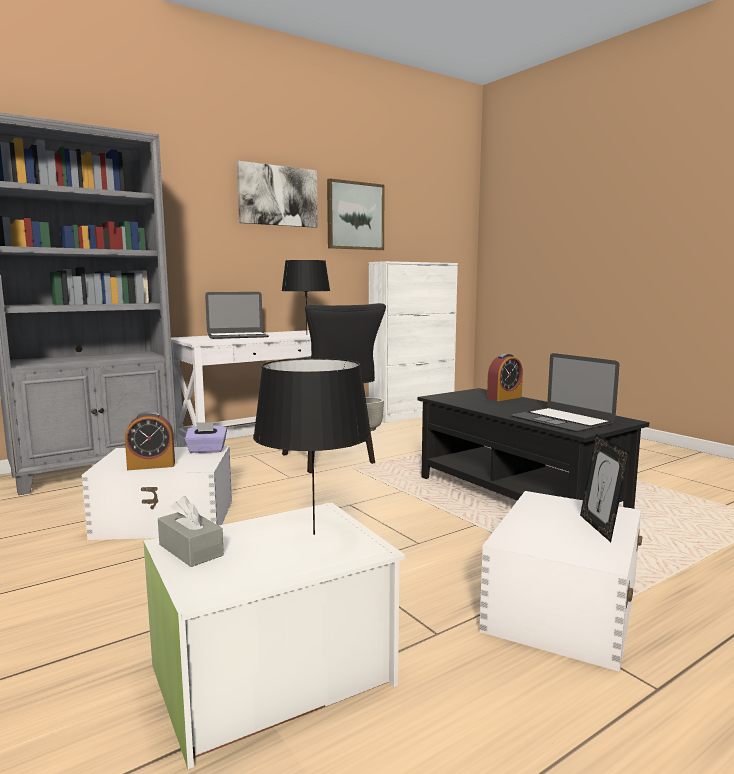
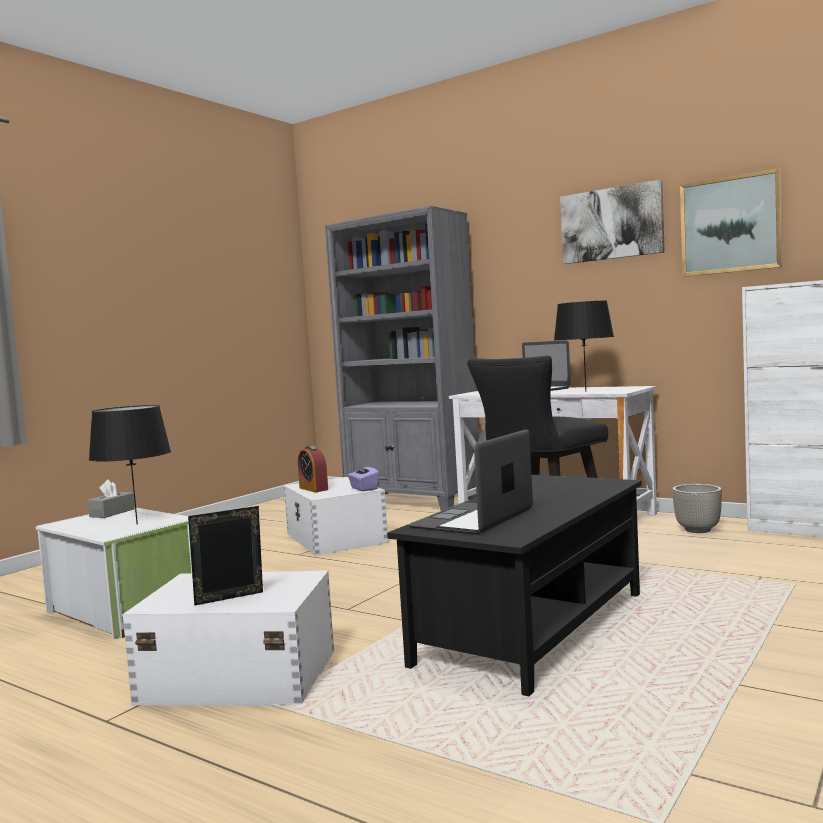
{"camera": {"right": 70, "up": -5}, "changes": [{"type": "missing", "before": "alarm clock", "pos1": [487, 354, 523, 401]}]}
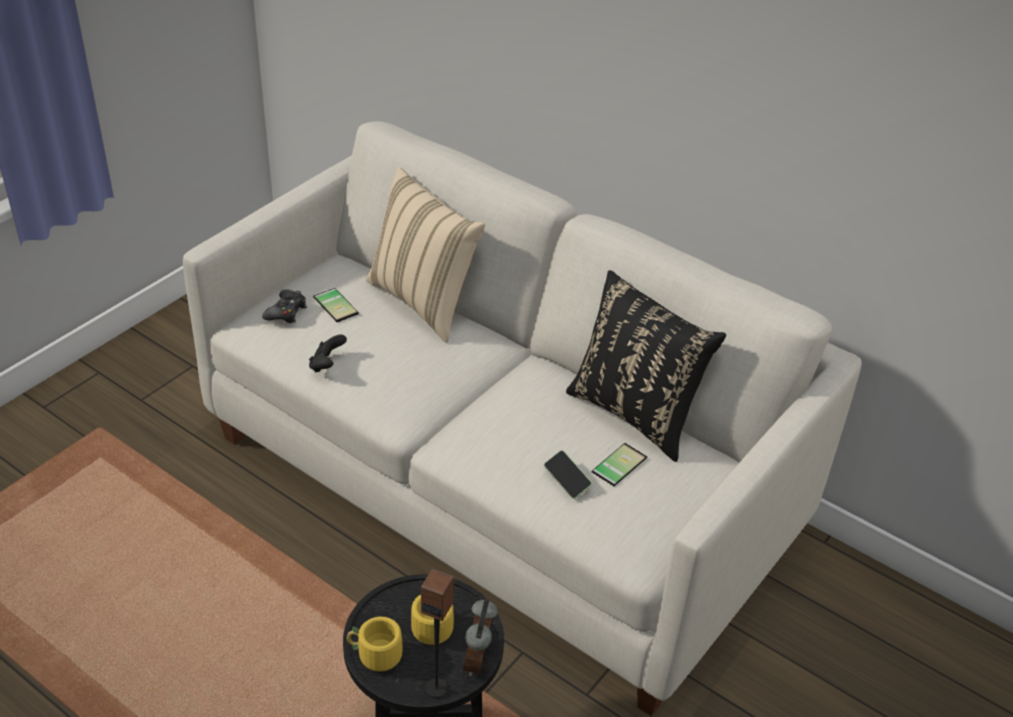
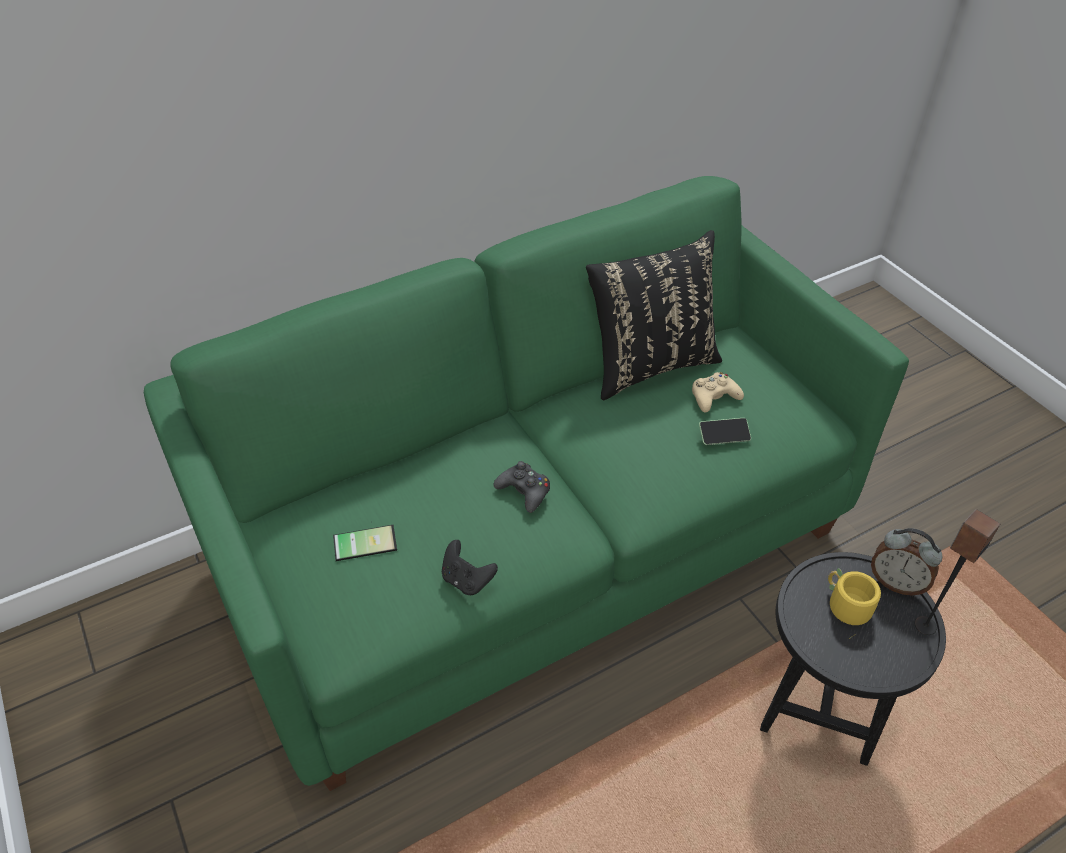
{"camera": {"right": -65, "up": 5}, "changes": [{"type": "colour", "before": "settee (white-coloured)", "after": "settee (greenish)", "pos1": [183, 121, 862, 716], "pos2": [144, 176, 909, 791]}, {"type": "missing", "before": "pillow (beige-coloured)", "pos1": [366, 167, 485, 343]}, {"type": "relocated", "before": "game controller (black)", "pos1": [262, 289, 307, 323], "pos2": [493, 461, 550, 513]}, {"type": "exchanged", "before": "telephone", "after": "game controller (beige-coloured)", "pos1": [592, 443, 647, 486], "pos2": [692, 372, 744, 413]}, {"type": "missing", "before": "mug (yellowish)", "pos1": [347, 617, 402, 683]}]}
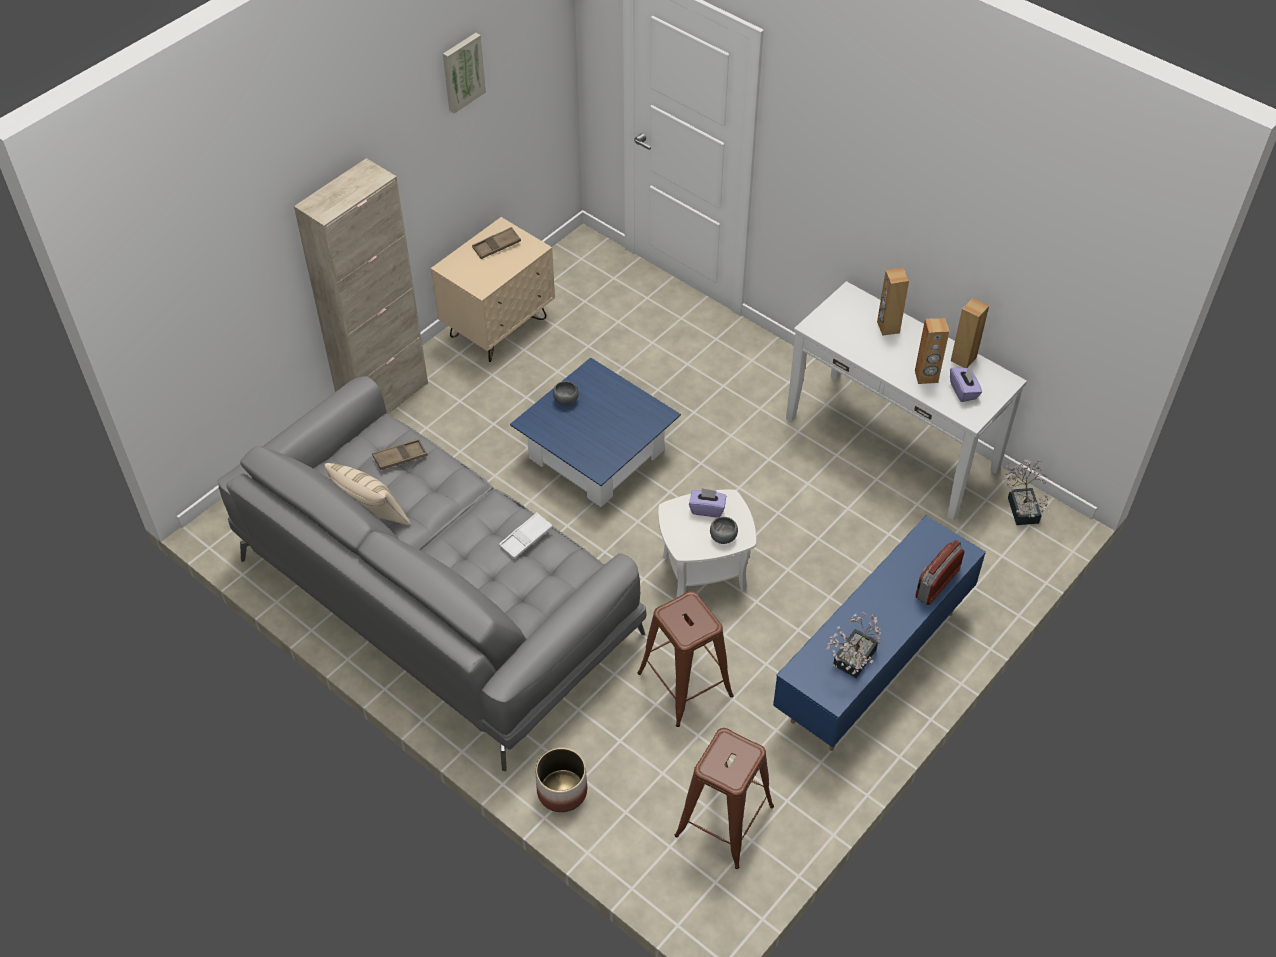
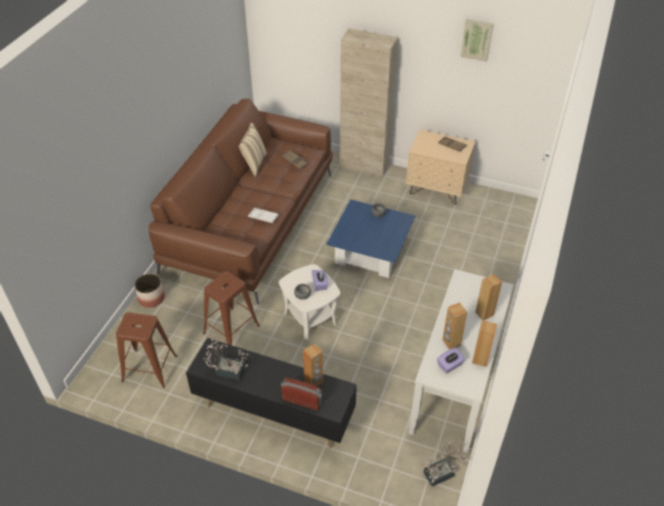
{"camera": {"right": 70, "up": -5}, "changes": [{"type": "colour", "before": "settee (gray)", "after": "settee (brown-coloured)", "pos1": [218, 376, 647, 771], "pos2": [148, 99, 333, 304]}, {"type": "colour", "before": "media console (blue-coloured)", "after": "media console (black)", "pos1": [773, 516, 986, 751], "pos2": [186, 338, 357, 448]}, {"type": "appeared", "after": "audio speaker (brown-coloured)", "pos2": [303, 343, 323, 387]}]}
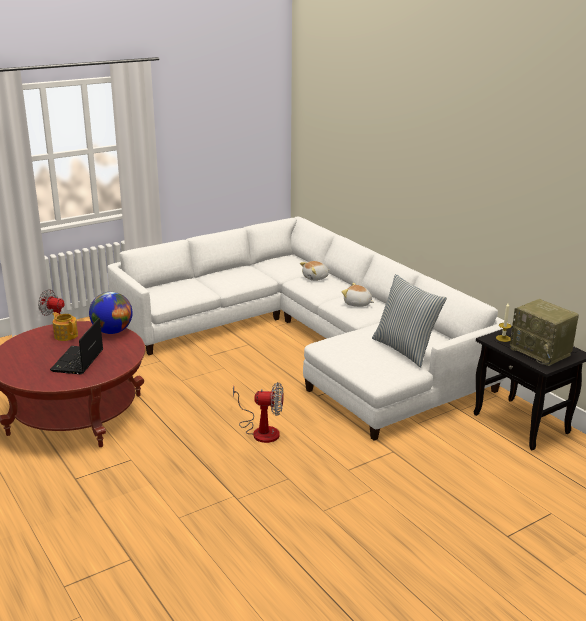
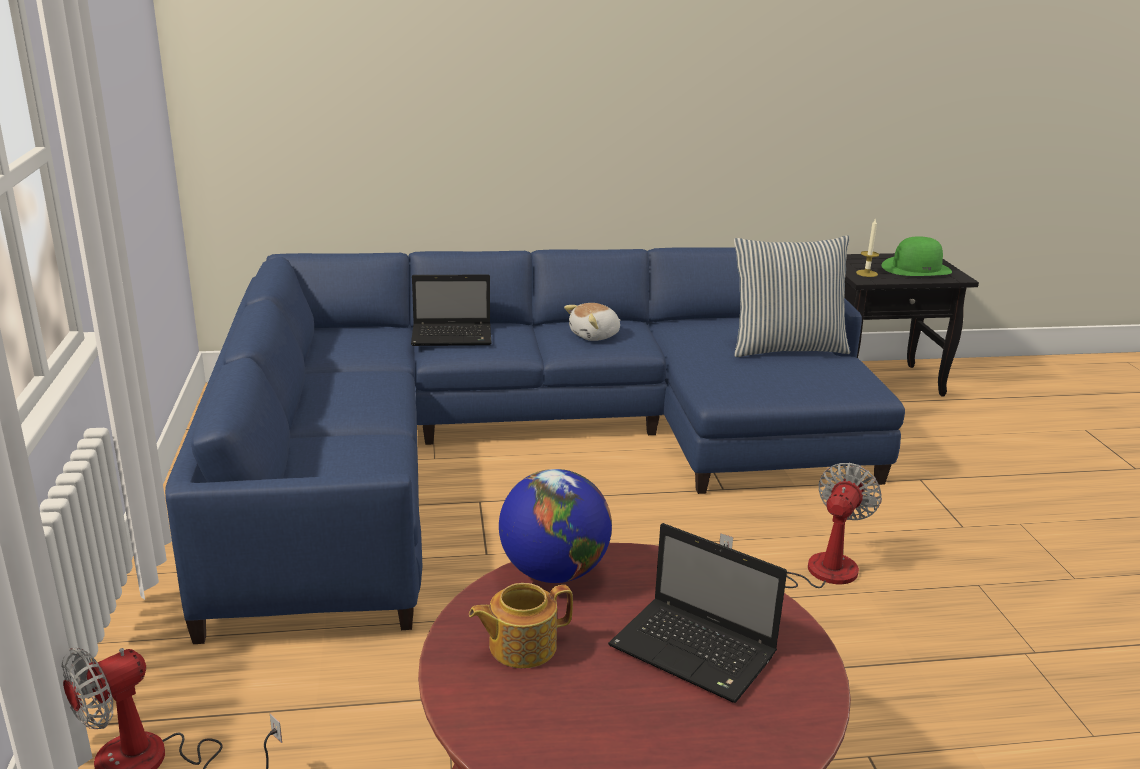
{"camera": {"right": -65, "up": 0}, "changes": [{"type": "colour", "before": "settee (white-coloured)", "after": "settee (blue-coloured)", "pos1": [107, 217, 511, 440], "pos2": [165, 247, 905, 644]}, {"type": "exchanged", "before": "soft toy", "after": "portable computer", "pos1": [300, 261, 329, 281], "pos2": [411, 275, 492, 346]}, {"type": "exchanged", "before": "radio set", "after": "wearable hat (greenish)", "pos1": [510, 299, 579, 366], "pos2": [882, 236, 952, 276]}]}
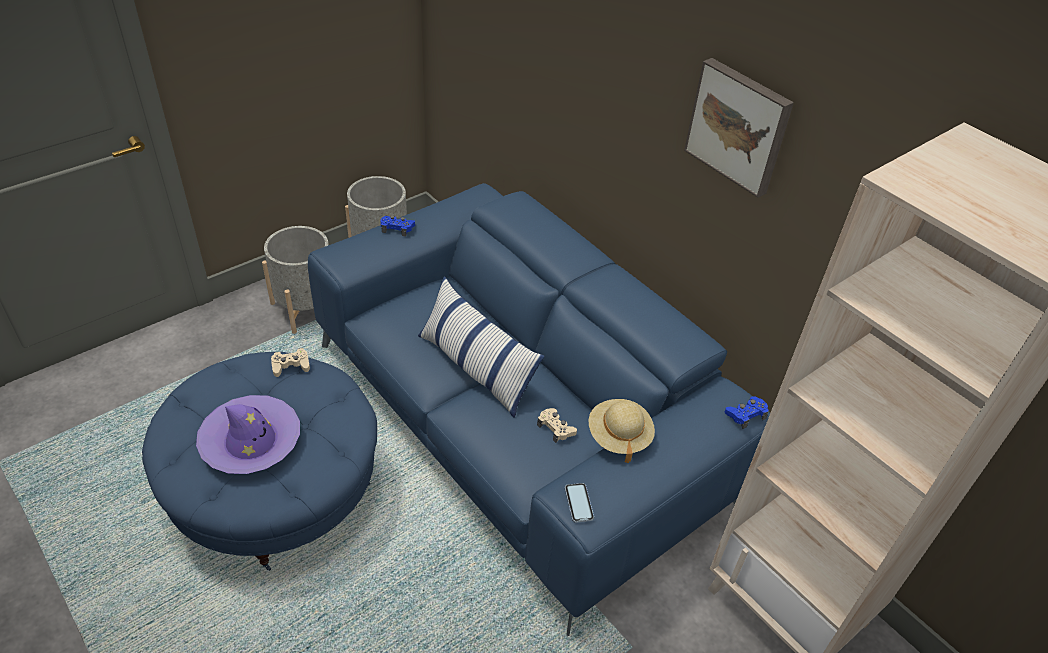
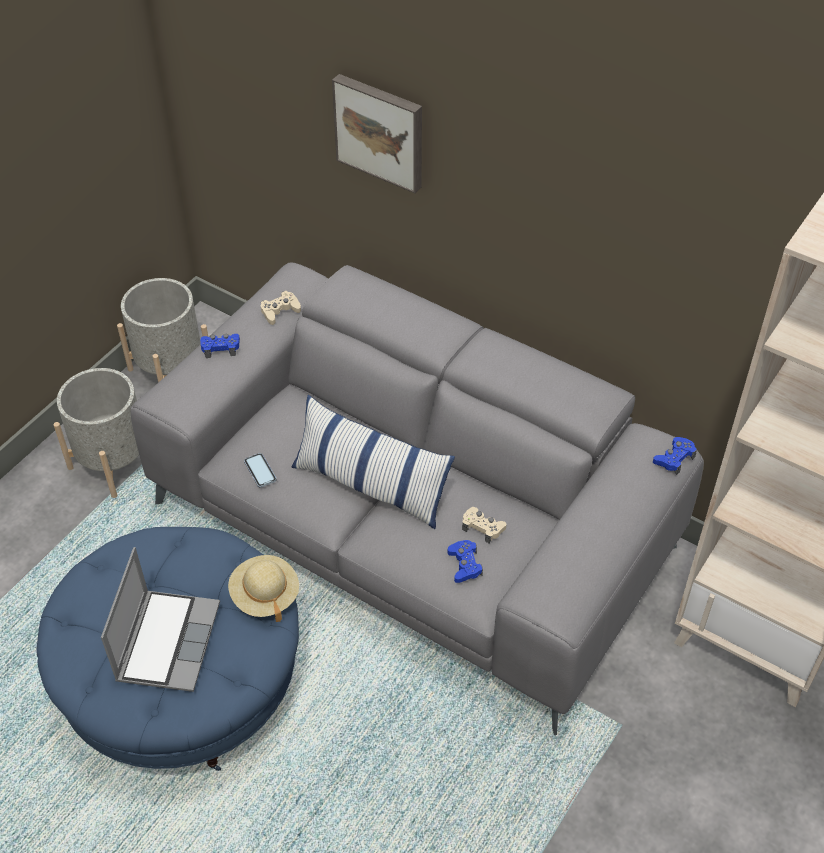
{"camera": {"right": -15, "up": 5}, "changes": [{"type": "relocated", "before": "picture", "pos1": [684, 58, 794, 198], "pos2": [332, 74, 422, 193]}, {"type": "colour", "before": "settee (blue-coloured)", "after": "settee (gray)", "pos1": [308, 183, 770, 636], "pos2": [131, 262, 704, 735]}, {"type": "relocated", "before": "game controller (beige-coloured)", "pos1": [271, 348, 310, 377], "pos2": [261, 291, 301, 325]}, {"type": "exchanged", "before": "wearable hat (purple-coloured)", "after": "portable computer", "pos1": [196, 395, 300, 474], "pos2": [101, 547, 220, 692]}, {"type": "relocated", "before": "wearable hat (beige-coloured)", "pos1": [589, 399, 655, 463], "pos2": [228, 555, 299, 622]}, {"type": "relocated", "before": "telephone", "pos1": [565, 483, 594, 523], "pos2": [244, 453, 277, 487]}, {"type": "appeared", "after": "game controller (blue-coloured)", "pos2": [447, 540, 483, 583]}]}
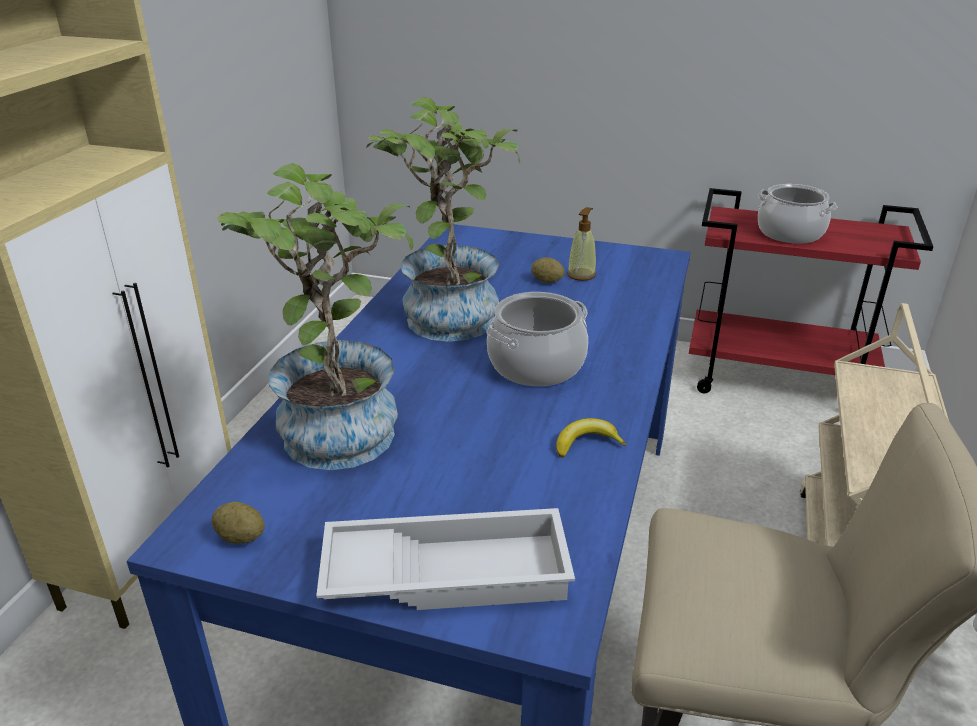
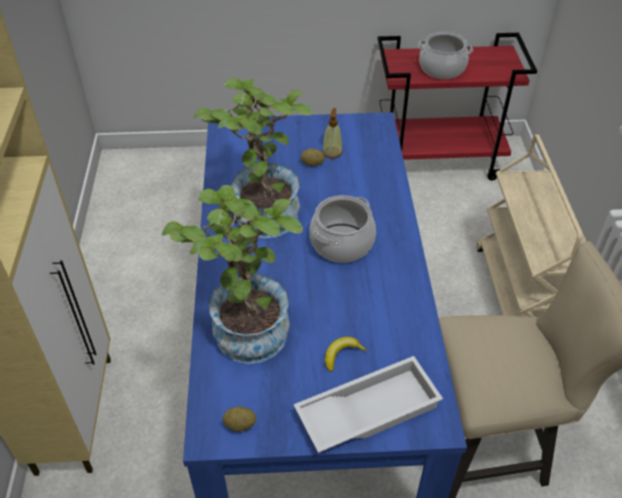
{"camera": {"right": -20, "up": 15}, "changes": [{"type": "relocated", "before": "banana fruit", "pos1": [556, 418, 627, 458], "pos2": [325, 337, 367, 372]}]}
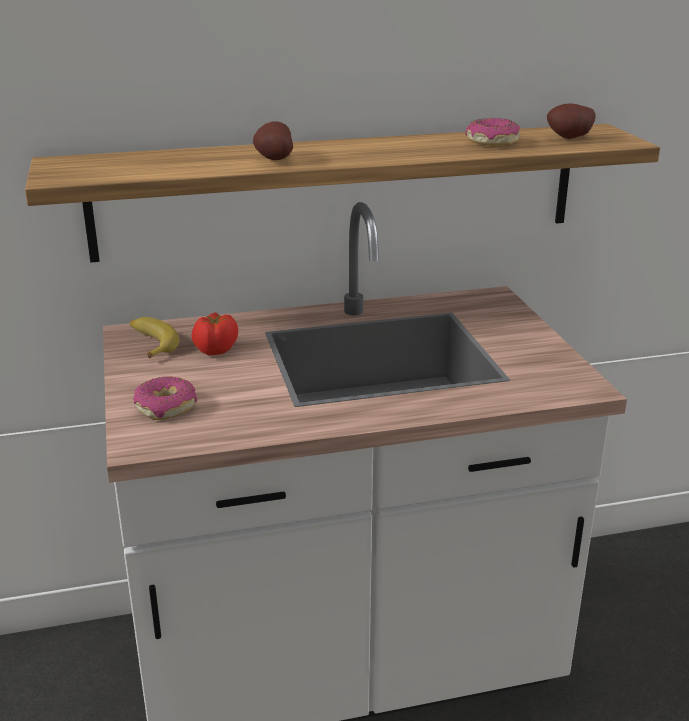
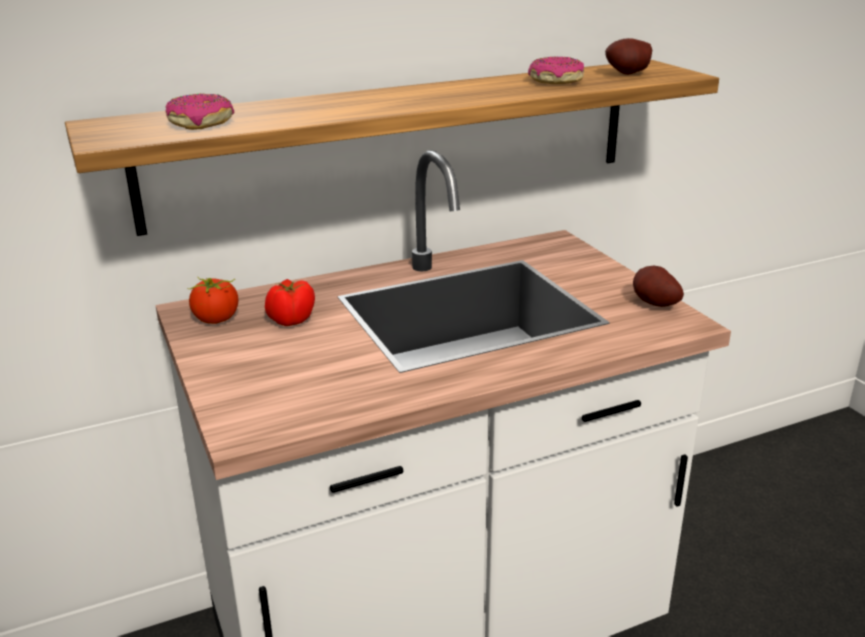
{"camera": {"right": -10, "up": 0}, "changes": [{"type": "relocated", "before": "spud", "pos1": [253, 121, 293, 160], "pos2": [633, 266, 684, 307]}, {"type": "exchanged", "before": "banana fruit", "after": "whole tomato", "pos1": [130, 317, 179, 358], "pos2": [189, 277, 238, 324]}, {"type": "relocated", "before": "donut", "pos1": [133, 376, 197, 420], "pos2": [166, 94, 234, 130]}]}
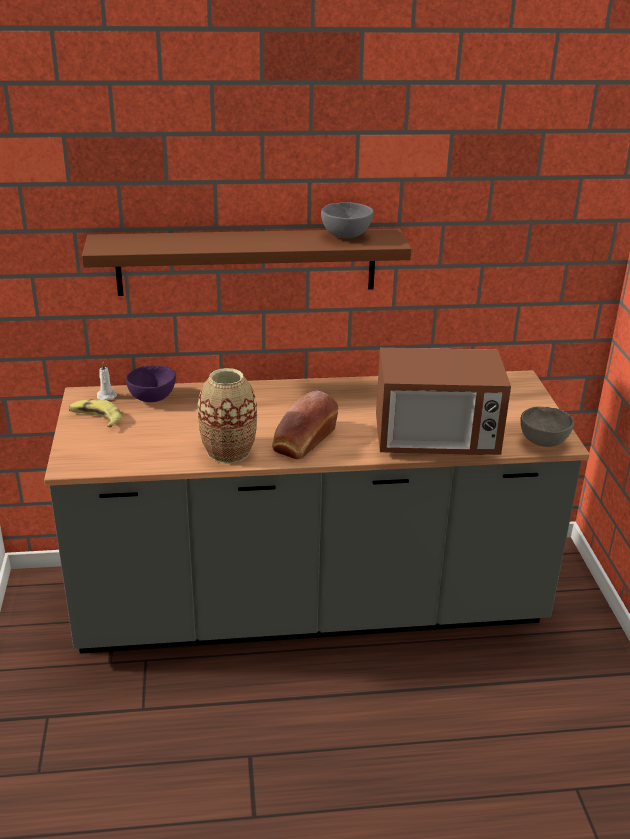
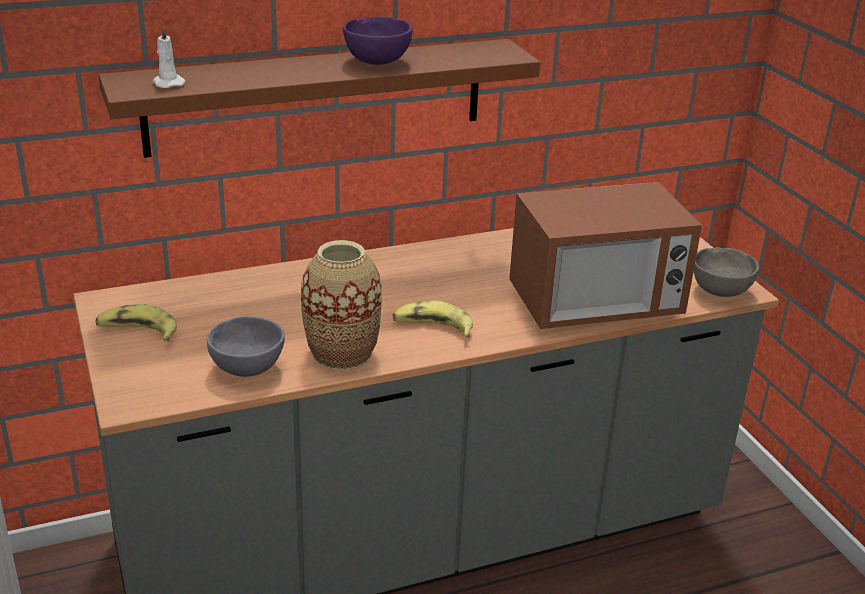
{"camera": {"right": -15, "up": 0}, "changes": [{"type": "relocated", "before": "serving bowl (gray)", "pos1": [321, 202, 374, 238], "pos2": [207, 316, 285, 377]}, {"type": "relocated", "before": "candle (white-coloured)", "pos1": [97, 362, 117, 400], "pos2": [153, 26, 185, 88]}, {"type": "relocated", "before": "serving bowl (purple-coloured)", "pos1": [126, 365, 176, 402], "pos2": [343, 16, 413, 65]}, {"type": "exchanged", "before": "baked bread", "after": "banana fruit", "pos1": [272, 390, 338, 459], "pos2": [392, 301, 473, 338]}]}
